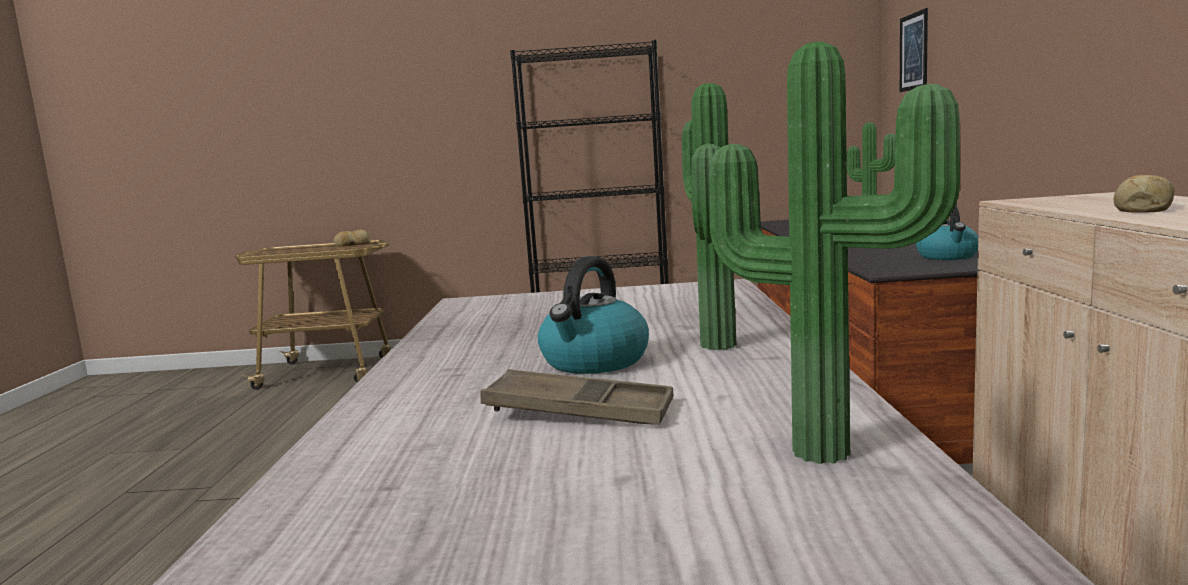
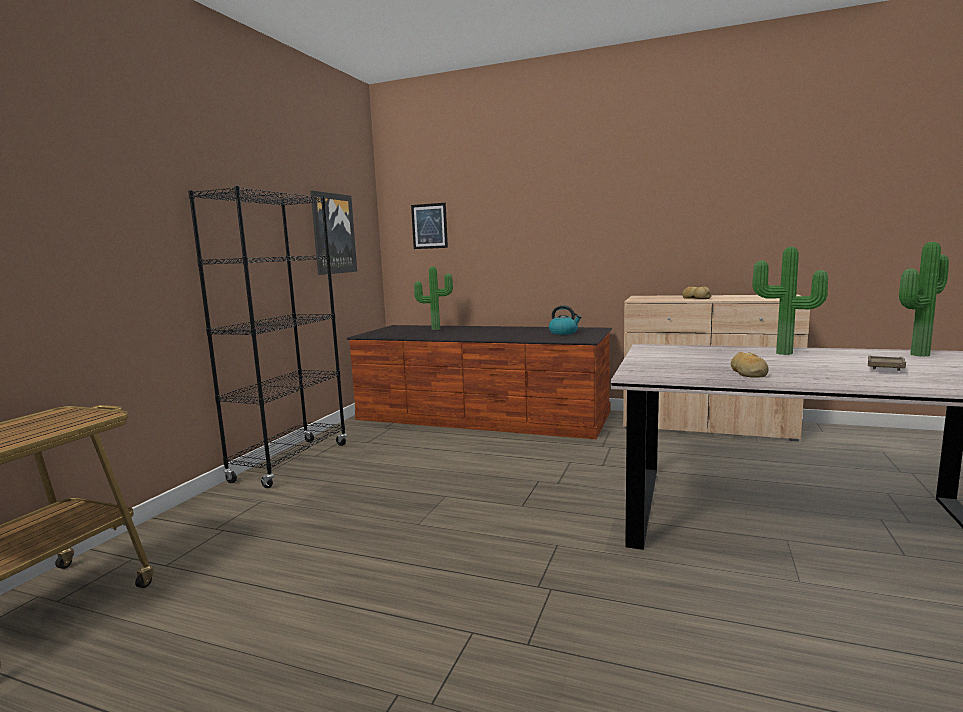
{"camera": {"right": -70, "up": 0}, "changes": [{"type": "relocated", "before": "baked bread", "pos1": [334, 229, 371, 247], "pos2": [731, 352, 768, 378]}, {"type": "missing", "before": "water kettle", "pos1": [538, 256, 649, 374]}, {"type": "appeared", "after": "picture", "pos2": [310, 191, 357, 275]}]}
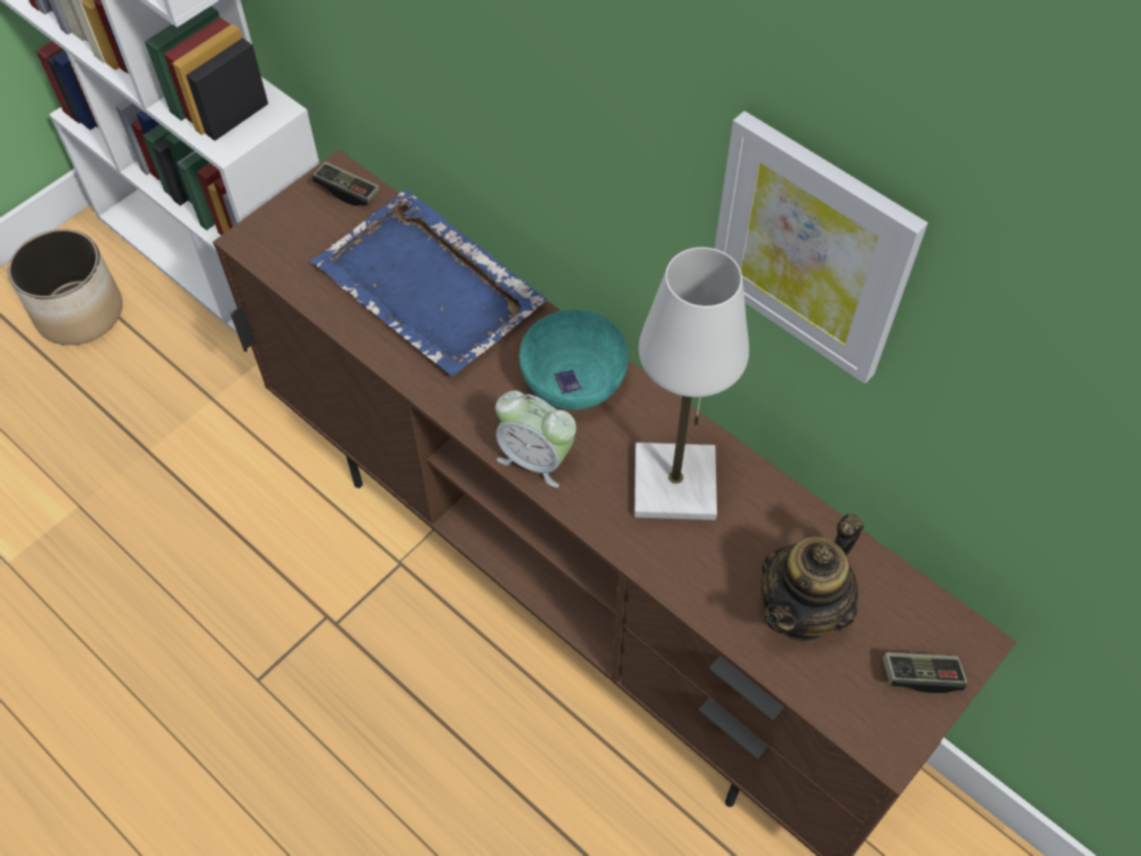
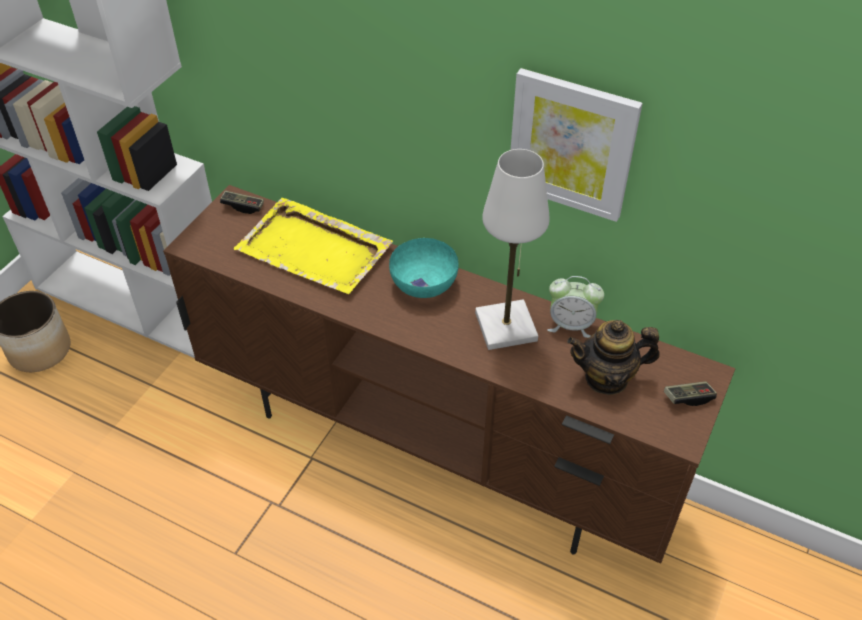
{"camera": {"right": -15, "up": -10}, "changes": [{"type": "colour", "before": "carrying tray (blue-coloured)", "after": "carrying tray (yellowish)", "pos1": [311, 190, 547, 376], "pos2": [234, 198, 393, 294]}, {"type": "relocated", "before": "alarm clock", "pos1": [495, 391, 576, 488], "pos2": [547, 276, 604, 338]}, {"type": "spun", "before": "teapot", "pos1": [761, 513, 864, 643], "pos2": [567, 320, 660, 395], "turn": 60}]}
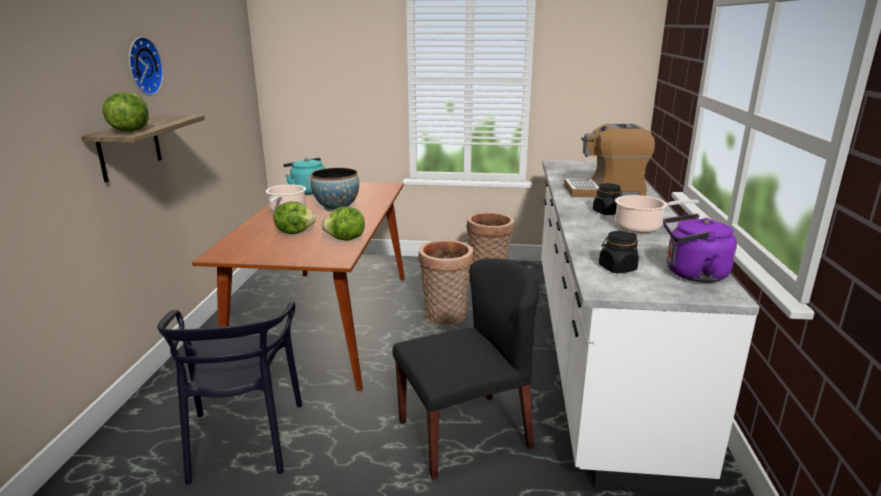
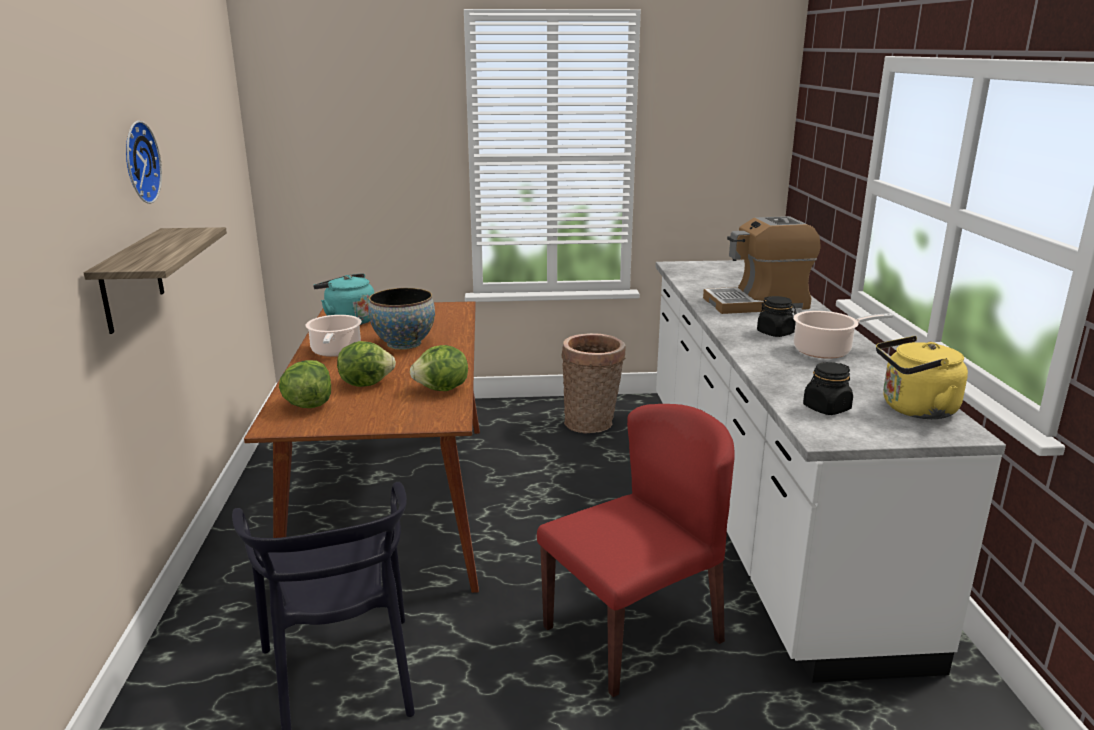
{"camera": {"right": -10, "up": 0}, "changes": [{"type": "relocated", "before": "head of lettuce", "pos1": [103, 92, 149, 132], "pos2": [279, 360, 331, 408]}, {"type": "colour", "before": "water kettle (purple-coloured)", "after": "water kettle (yellowish)", "pos1": [663, 214, 737, 283], "pos2": [876, 336, 968, 419]}, {"type": "missing", "before": "basket", "pos1": [418, 240, 473, 325]}, {"type": "colour", "before": "plain chair (black)", "after": "plain chair (red)", "pos1": [393, 258, 539, 479], "pos2": [537, 404, 735, 697]}]}
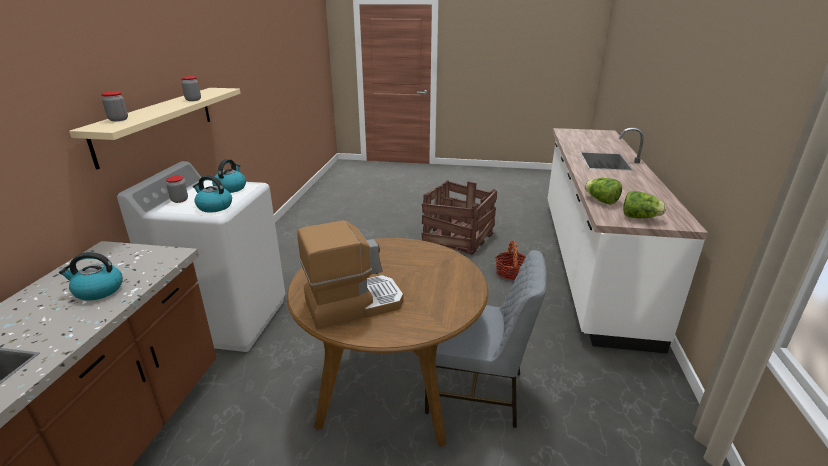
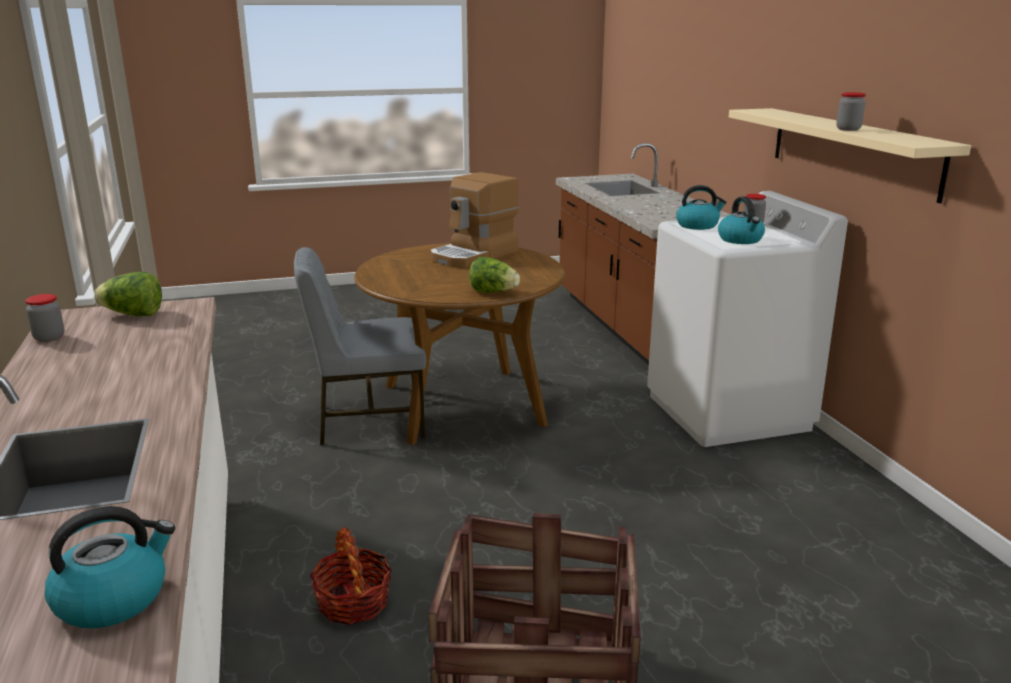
{"camera": {"right": 155, "up": -5}, "changes": [{"type": "relocated", "before": "jar", "pos1": [101, 91, 128, 121], "pos2": [25, 294, 65, 342]}, {"type": "relocated", "before": "head of lettuce", "pos1": [585, 178, 622, 205], "pos2": [469, 257, 520, 293]}, {"type": "relocated", "before": "water kettle", "pos1": [59, 252, 123, 301], "pos2": [45, 506, 175, 628]}]}
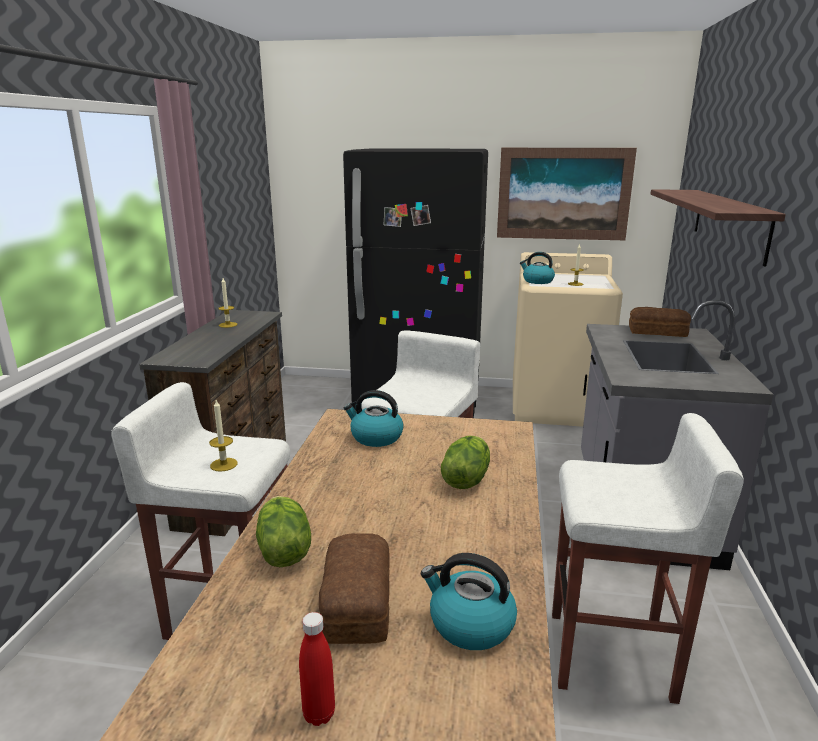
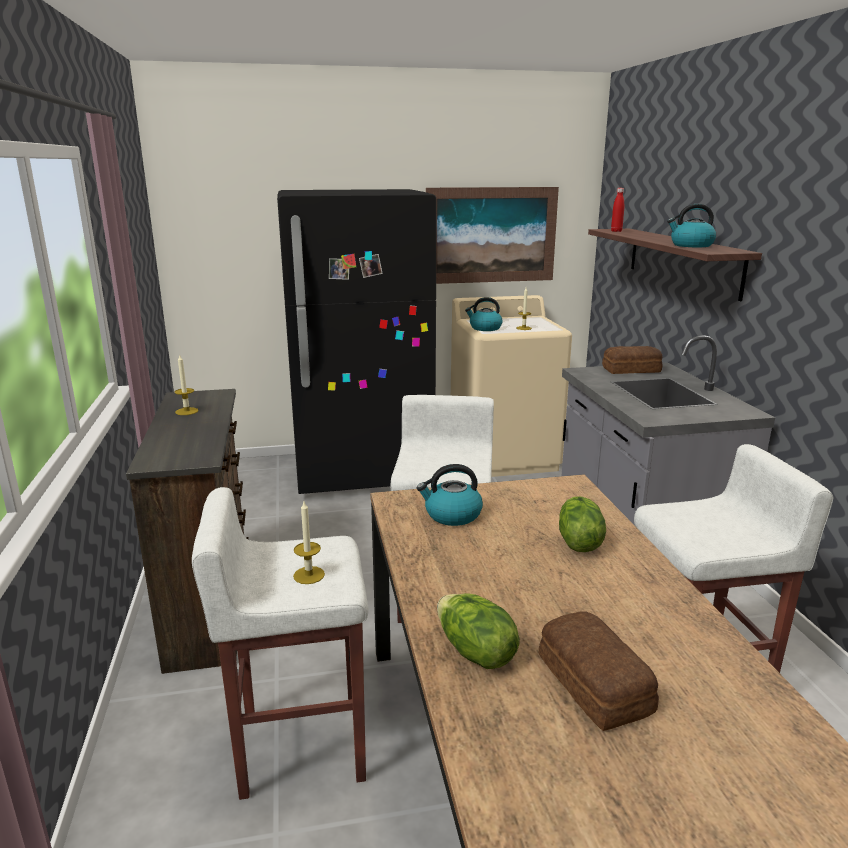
{"camera": {"right": -20, "up": 0}, "changes": [{"type": "relocated", "before": "water kettle", "pos1": [421, 553, 517, 650], "pos2": [667, 204, 716, 247]}, {"type": "relocated", "before": "beverage bottle (red)", "pos1": [299, 612, 335, 726], "pos2": [611, 188, 624, 232]}]}
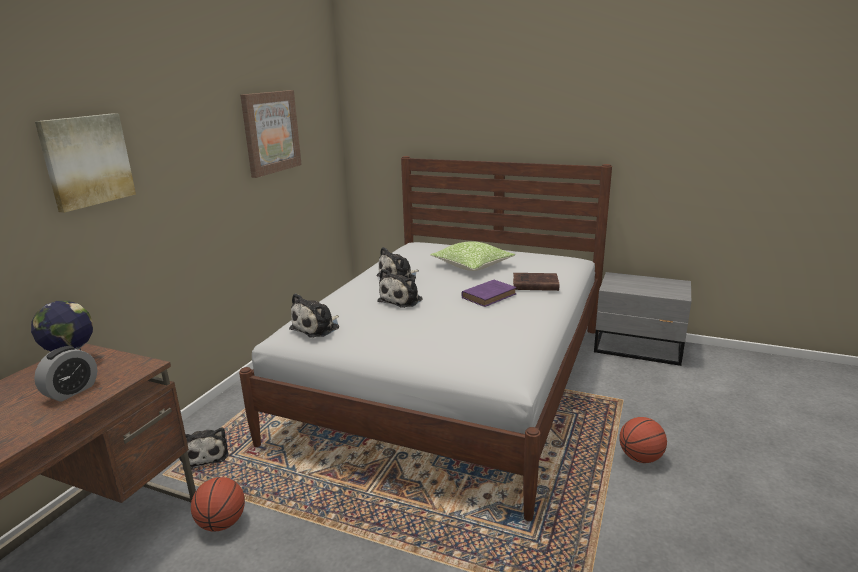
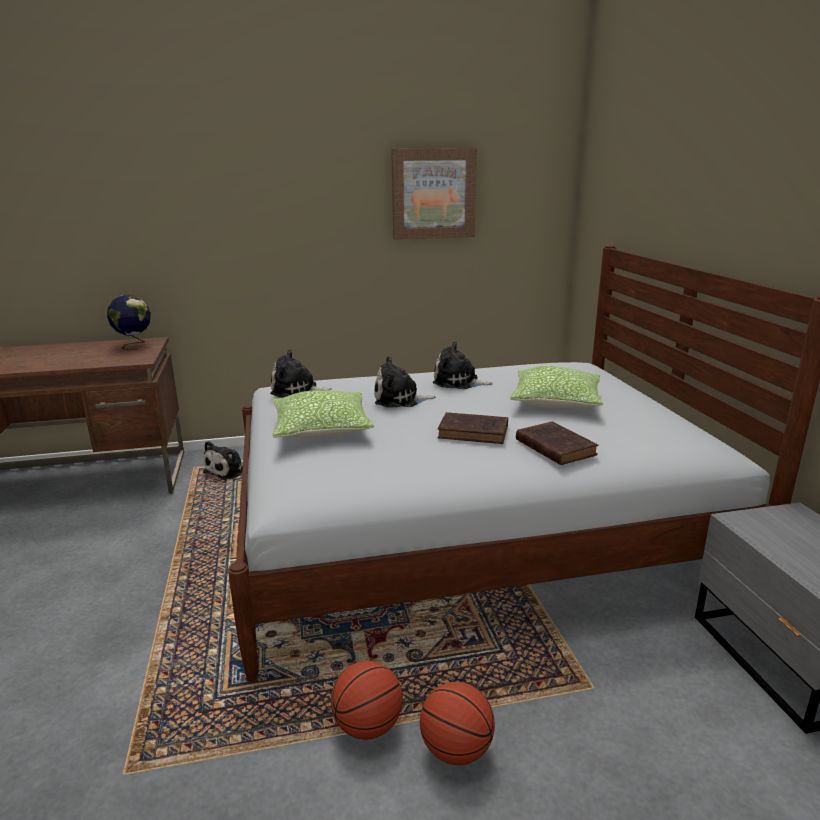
{"camera": {"right": 55, "up": 0}, "changes": [{"type": "missing", "before": "picture", "pos1": [35, 113, 136, 213]}, {"type": "colour", "before": "volume (purple-coloured)", "after": "volume (brown-coloured)", "pos1": [461, 280, 517, 307], "pos2": [438, 412, 508, 444]}, {"type": "missing", "before": "alarm clock", "pos1": [34, 346, 97, 402]}, {"type": "relocated", "before": "basketball ball", "pos1": [191, 477, 245, 532], "pos2": [331, 661, 403, 740]}, {"type": "appeared", "after": "pillow", "pos2": [273, 390, 374, 439]}]}
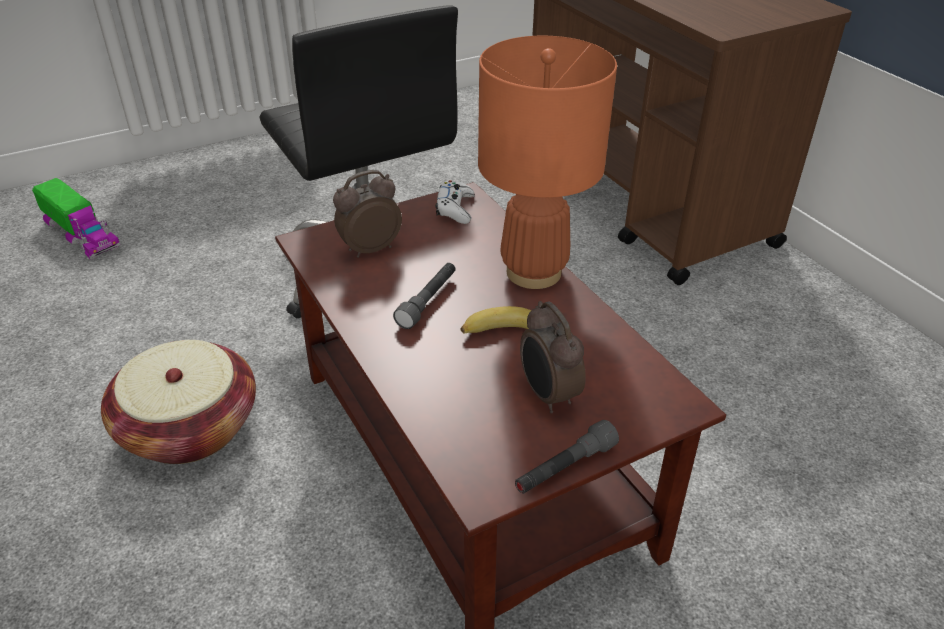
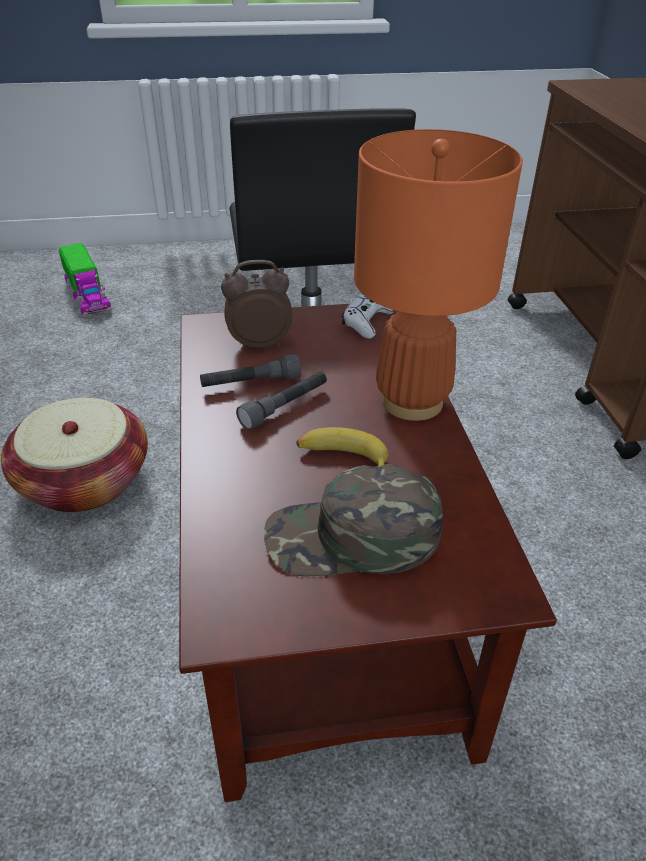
{"camera": {"right": 20, "up": 0}, "changes": [{"type": "exchanged", "before": "alarm clock", "after": "baseball cap (greenish)", "pos1": [520, 301, 586, 414], "pos2": [264, 464, 443, 576]}, {"type": "relocated", "before": "flashlight (gray)", "pos1": [515, 420, 619, 494], "pos2": [200, 354, 301, 387]}]}
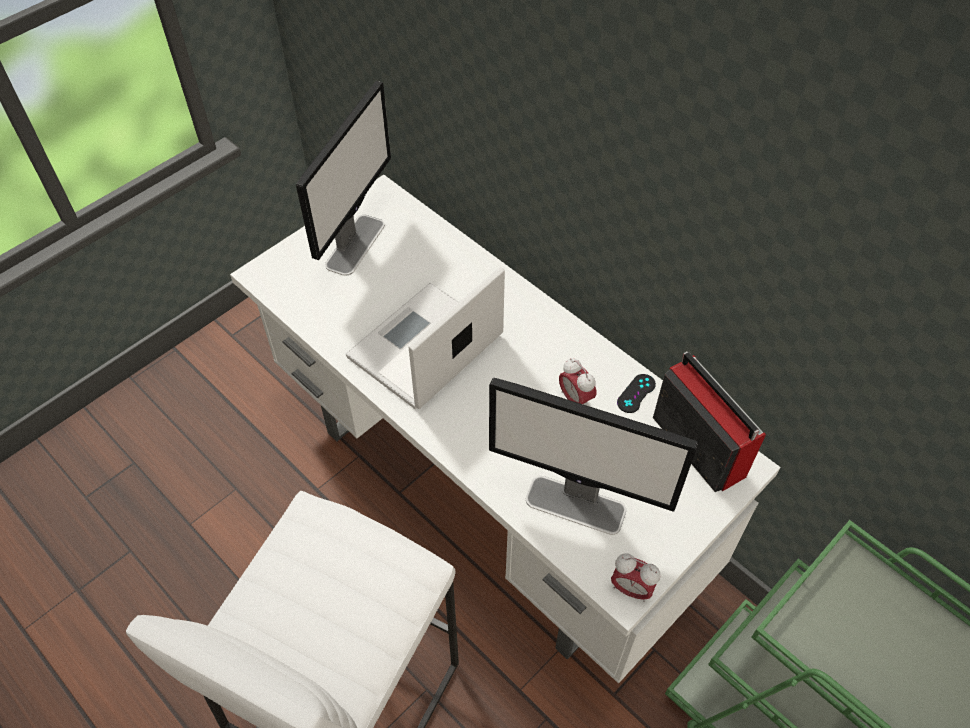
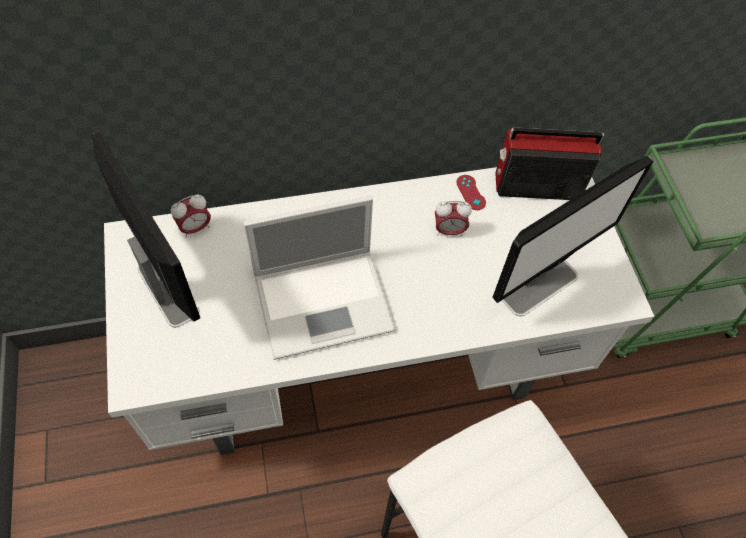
{"camera": {"right": -60, "up": 5}, "changes": [{"type": "spun", "before": "portable computer", "pos1": [346, 267, 505, 409], "pos2": [243, 196, 395, 360], "turn": -90}, {"type": "colour", "before": "game controller (black)", "after": "game controller (red)", "pos1": [617, 374, 656, 413], "pos2": [457, 175, 486, 210]}, {"type": "relocated", "before": "alarm clock", "pos1": [611, 554, 661, 602], "pos2": [171, 195, 211, 238]}]}
